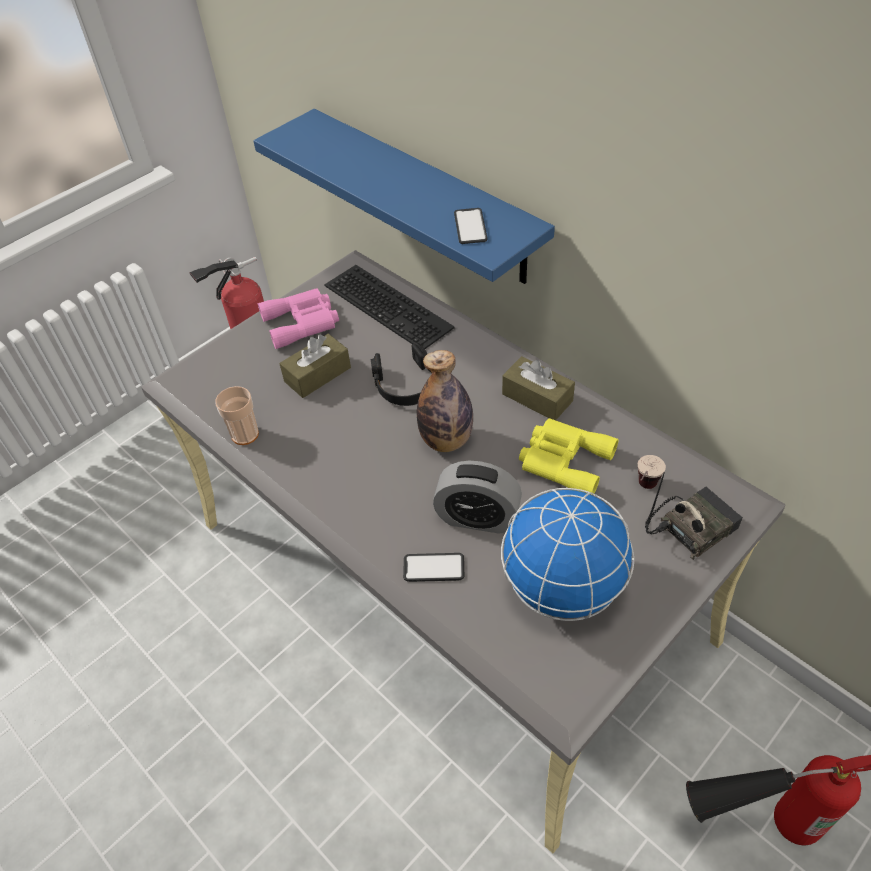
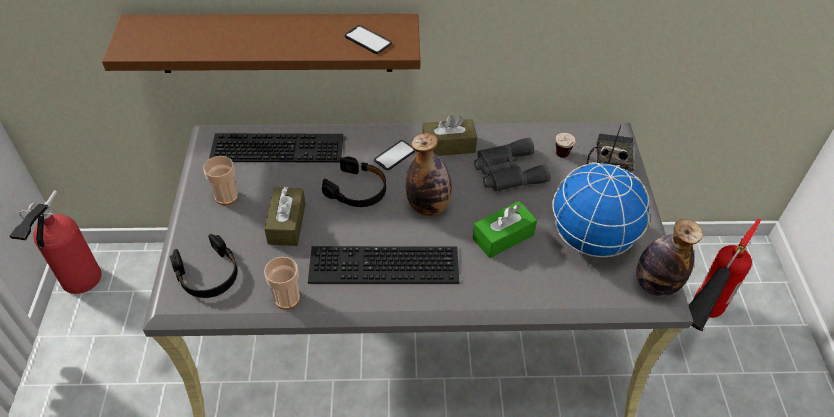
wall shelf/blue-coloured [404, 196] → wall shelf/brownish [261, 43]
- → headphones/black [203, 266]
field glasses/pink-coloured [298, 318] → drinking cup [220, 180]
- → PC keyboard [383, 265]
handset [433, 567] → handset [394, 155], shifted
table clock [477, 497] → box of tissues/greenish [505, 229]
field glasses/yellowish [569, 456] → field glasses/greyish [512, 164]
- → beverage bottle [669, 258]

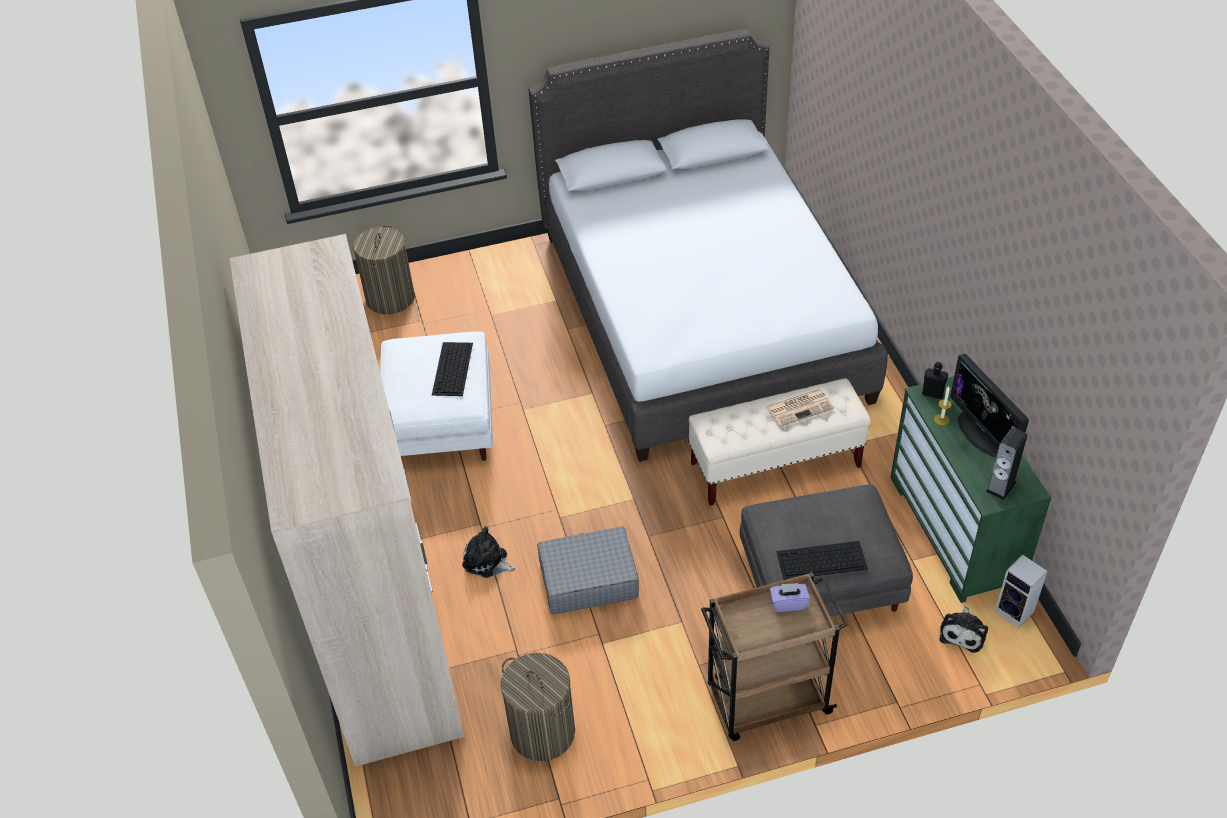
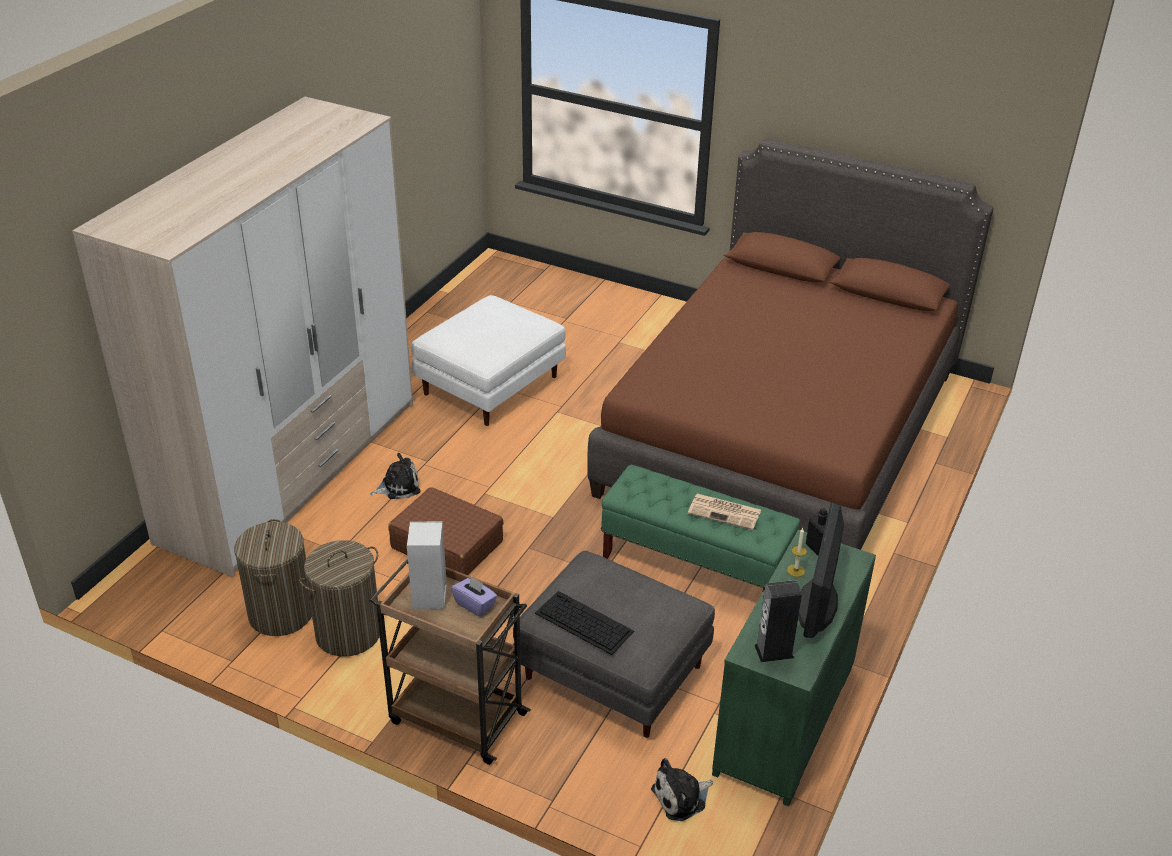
hamper [384, 269] → hamper [339, 598], shifted
soft toy [488, 552] → soft toy [395, 476], 90 degrees clockwise
piece of luggage/greyish [588, 570] → piece of luggage/brownish [446, 531]
speaker [1021, 591] → speaker [427, 565], shifted
bedroom bed/whitish [708, 245] → bedroom bed/brownish [790, 344]
indoor bench/beige-coloured [779, 441] → indoor bench/greenish [700, 529]
PC keyboard [452, 369] → -

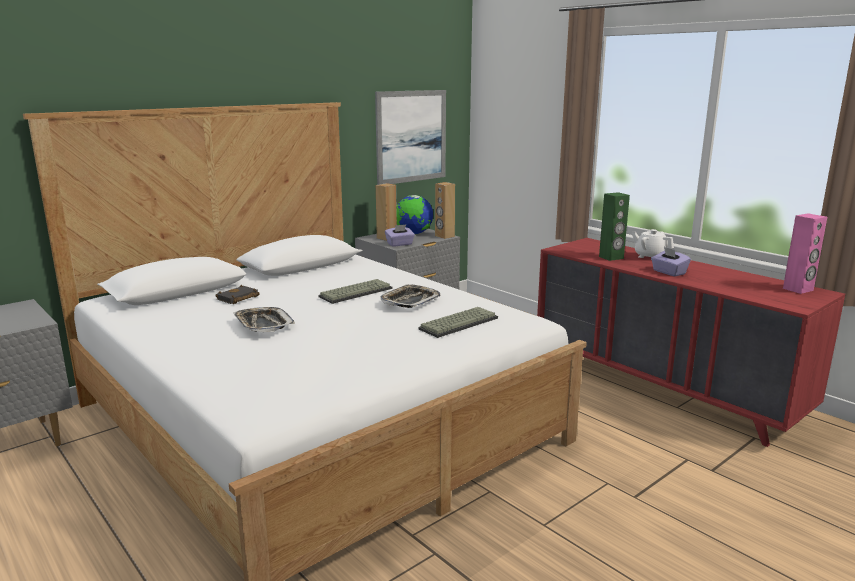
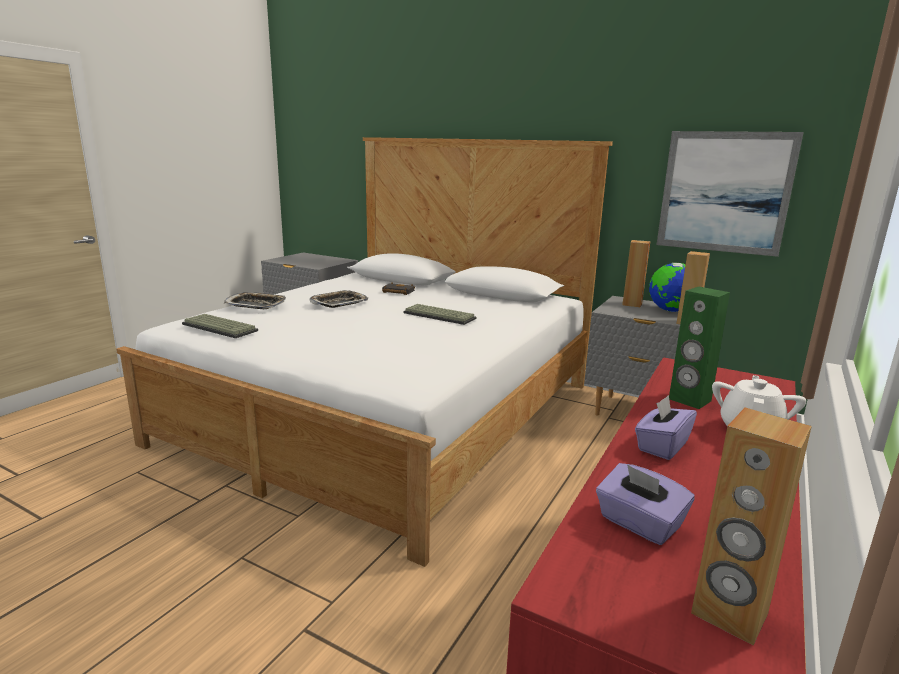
PC keyboard [458, 322] → PC keyboard [220, 326], shifted
carrying tray [410, 296] → carrying tray [255, 300], shifted
box of tissues/purplish [400, 235] → box of tissues/purplish [645, 504], shifted
speaker/pink-coloured [805, 253] → speaker/brownish [751, 526]

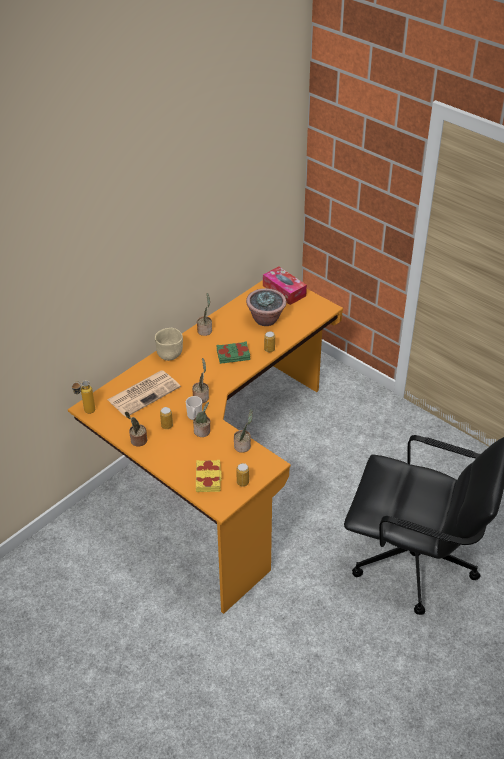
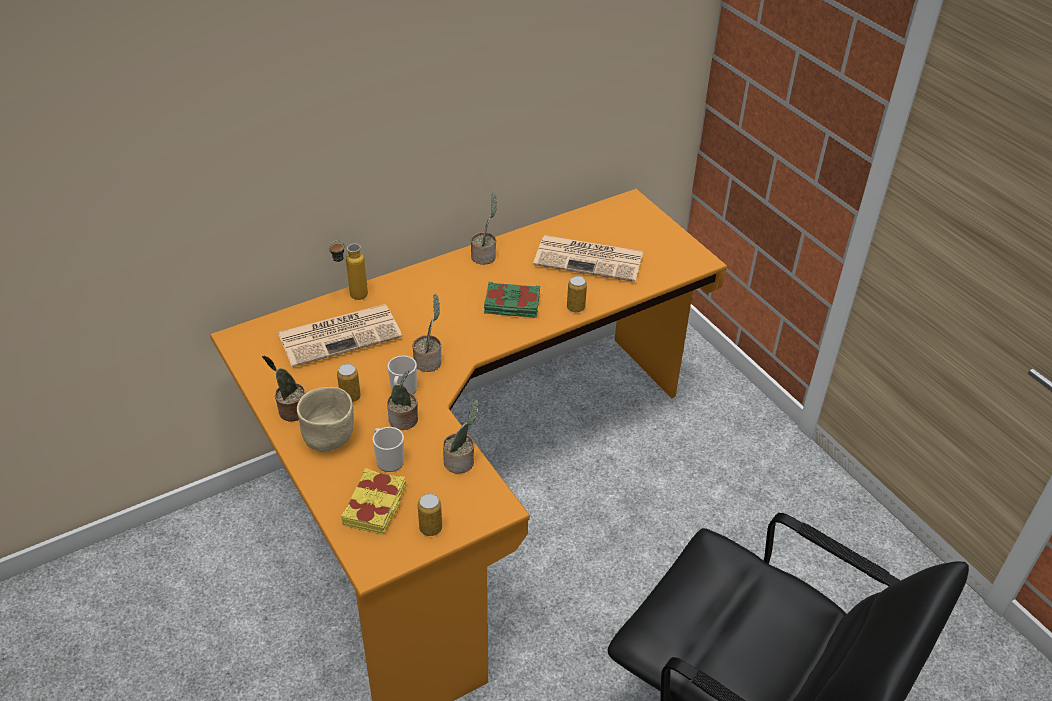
serving bowl/beige-coloured [169, 344] → serving bowl/beige-coloured [325, 419], shifted
beverage bottle [83, 397] → beverage bottle [348, 270], shifted
- → mug [388, 449]
houseplant [266, 307] → printed paper [588, 258]
box of tissues [285, 285] → -

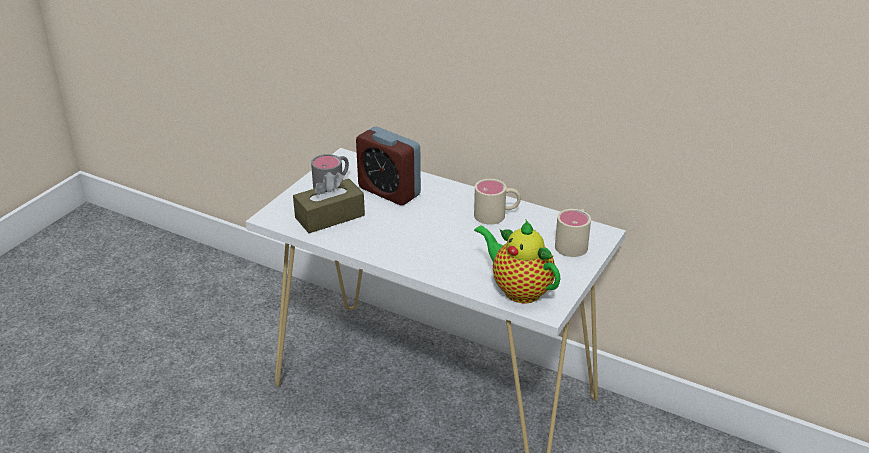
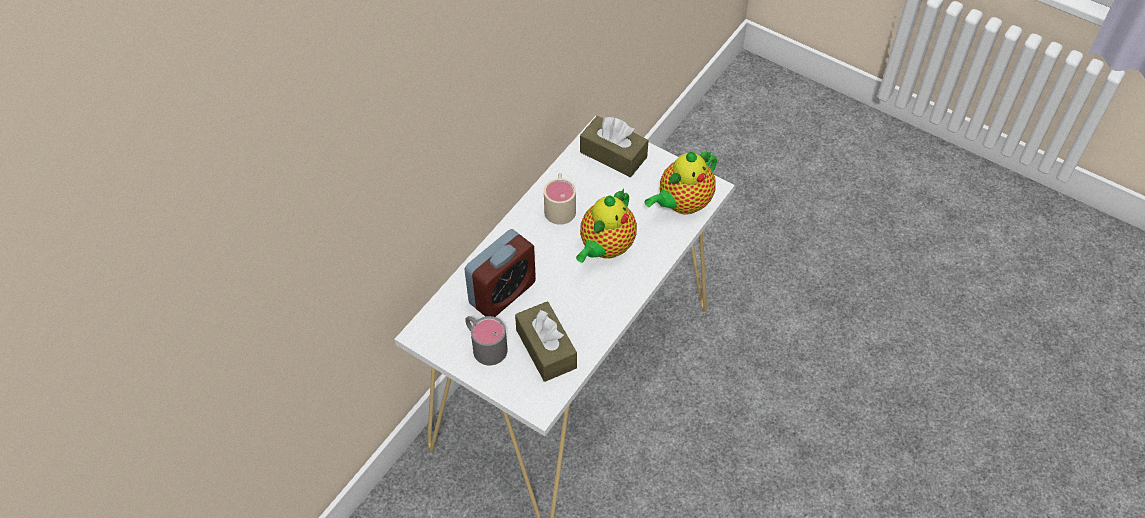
- → teapot [606, 226]
mug/beige-coloured [573, 233] → box of tissues/brownish [614, 146]

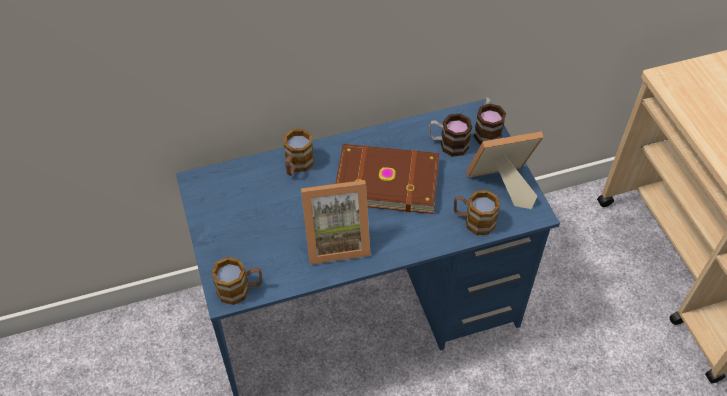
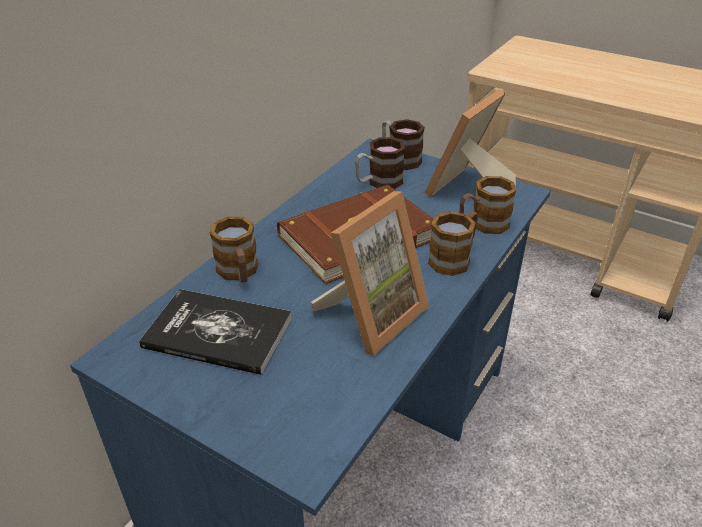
- → volume [215, 332]
mug [236, 281] → mug [453, 243], shifted

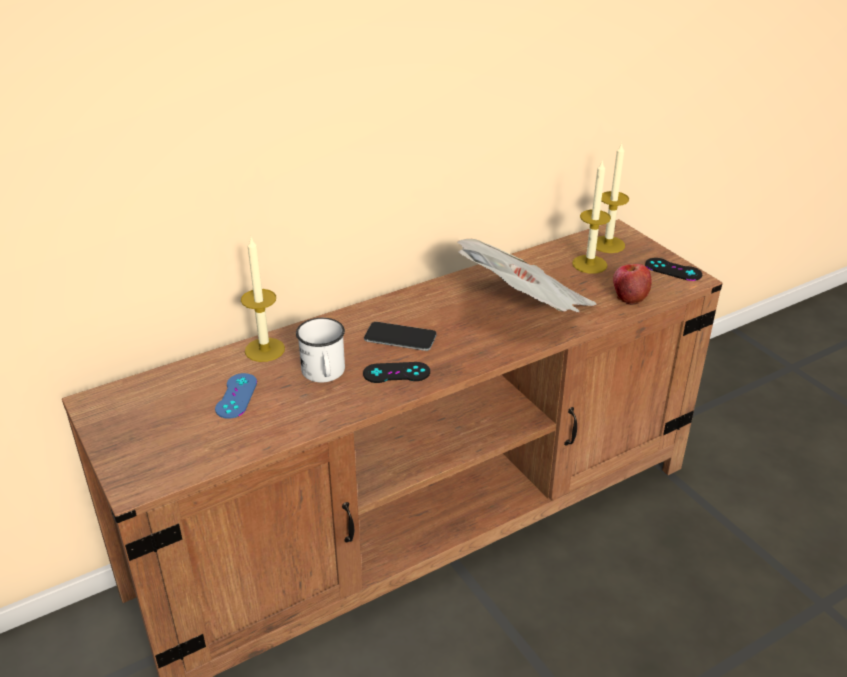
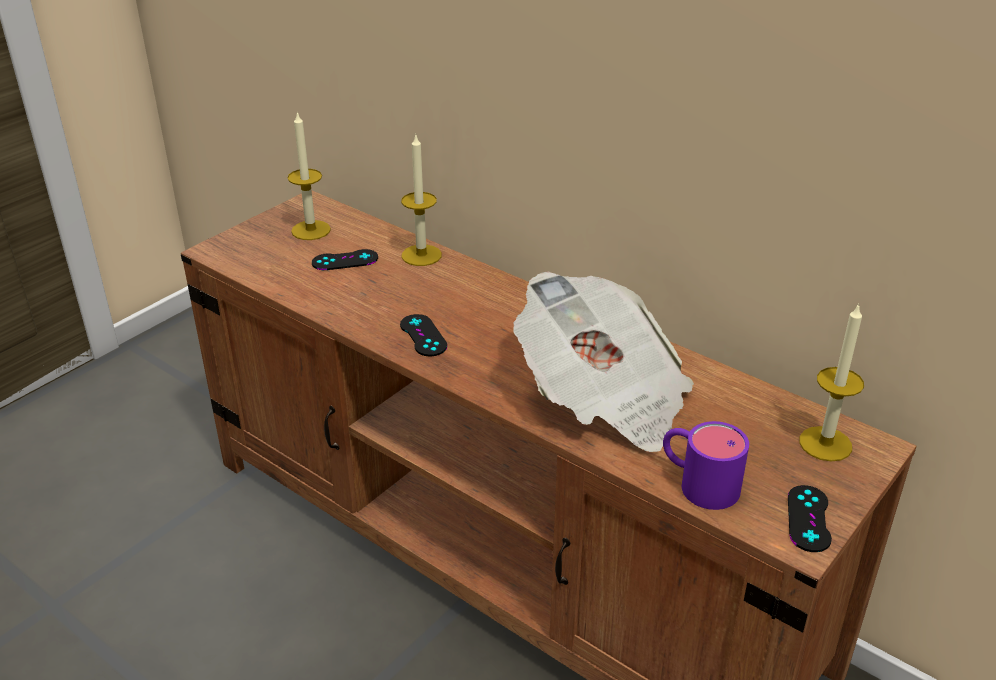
wax candle [591, 216] → wax candle [309, 175], shifted
gamepad/blue-coloured [236, 396] → gamepad/black [345, 259]
apple [632, 284] → mug/purplish [706, 465]
mug/whitish [320, 350] → -
handset [400, 336] → -

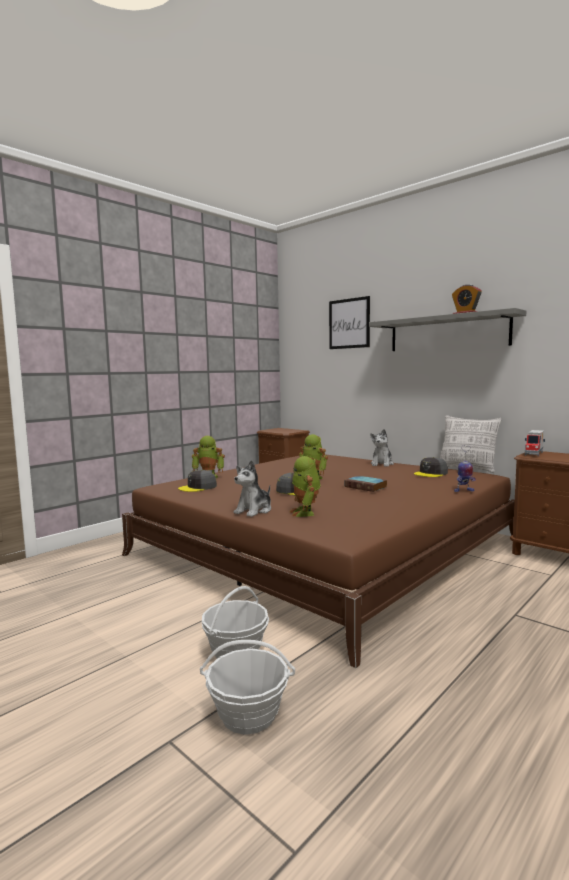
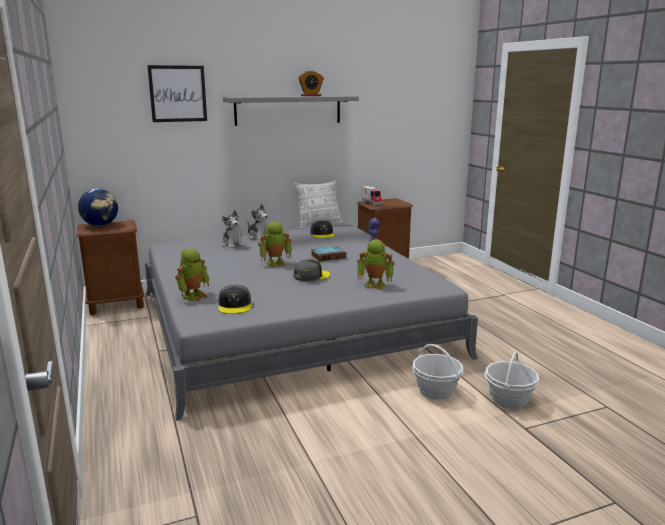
- → world globe [98, 207]
bedroom bed/brownish [318, 561] → bedroom bed/greyish [311, 322]
soft toy [252, 488] → soft toy [233, 229], shifted

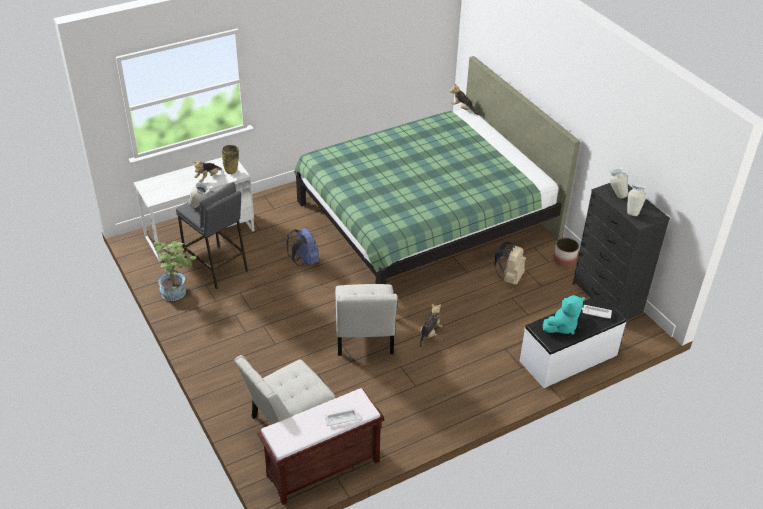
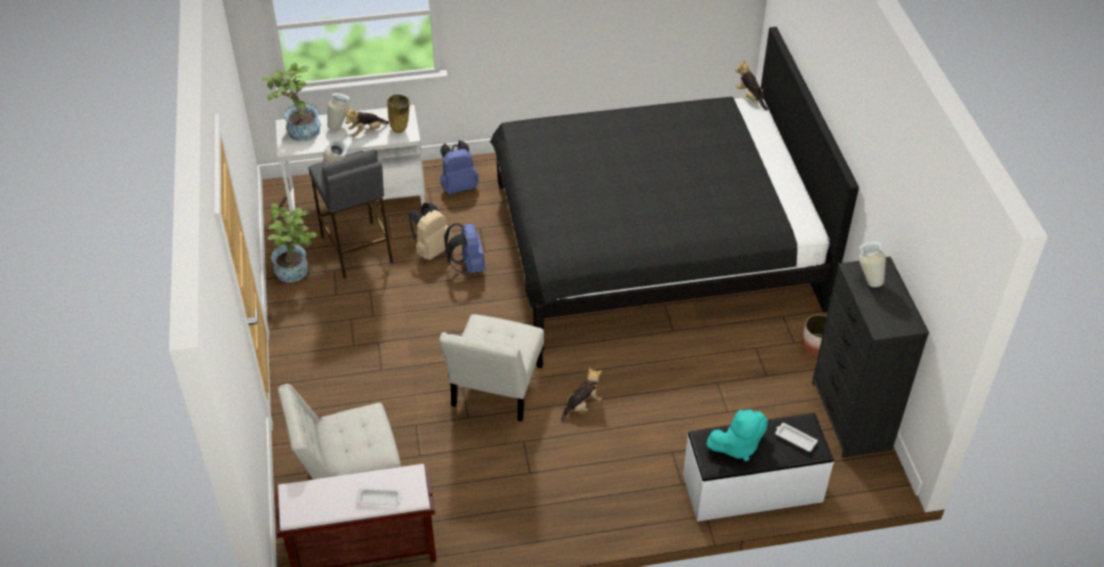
- → houseplant [291, 102]
flower vase [637, 200] → flower vase [339, 112], shifted
backpack/beige-coloured [510, 263] → backpack/beige-coloured [431, 231], shifted
- → backpack/blue-coloured [459, 167]
bedroom bed/greenish [437, 170] → bedroom bed/black [674, 188]

